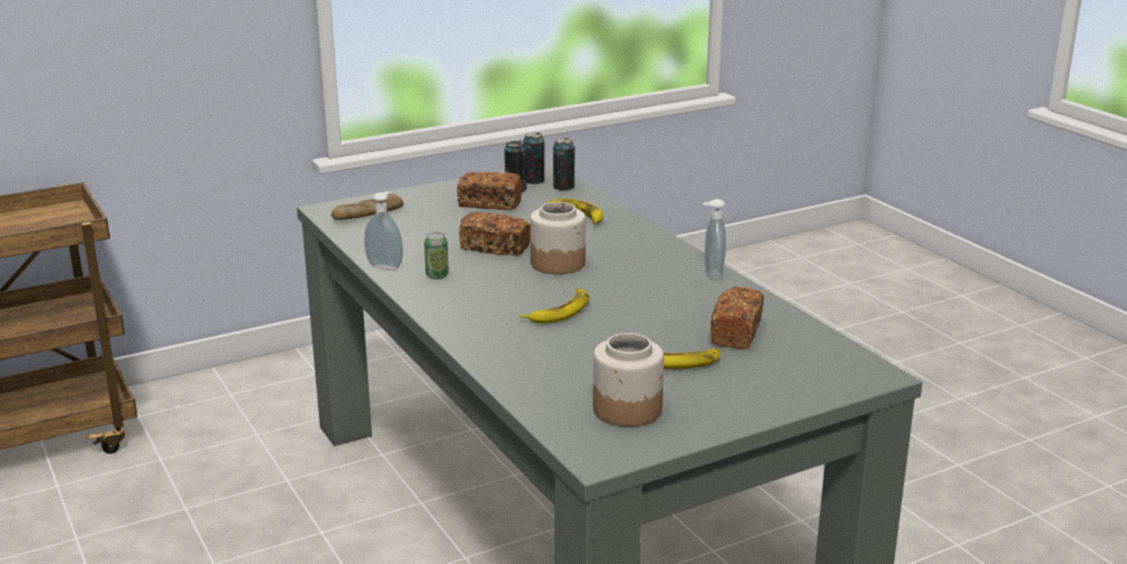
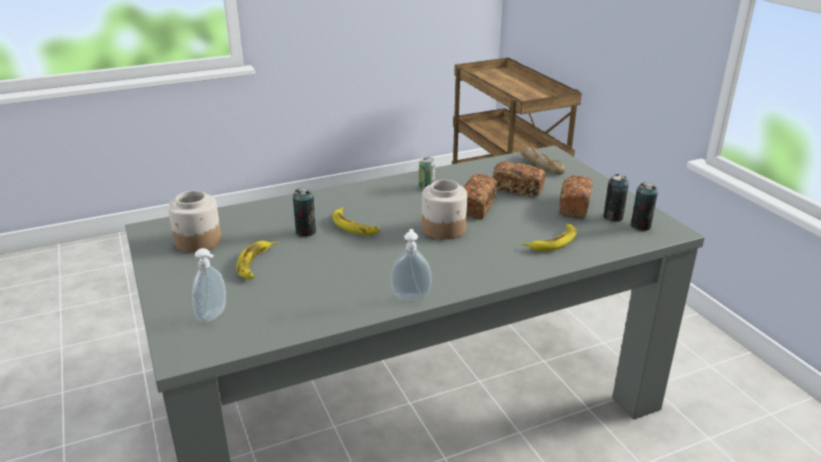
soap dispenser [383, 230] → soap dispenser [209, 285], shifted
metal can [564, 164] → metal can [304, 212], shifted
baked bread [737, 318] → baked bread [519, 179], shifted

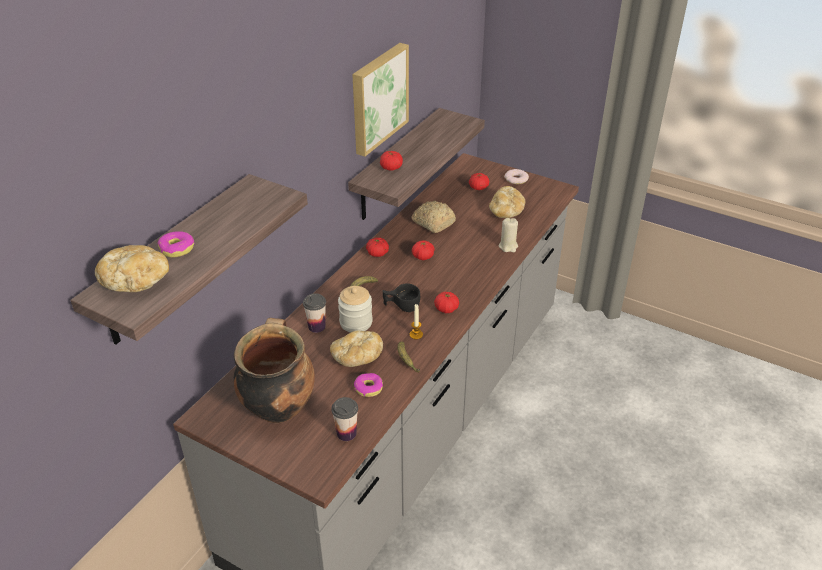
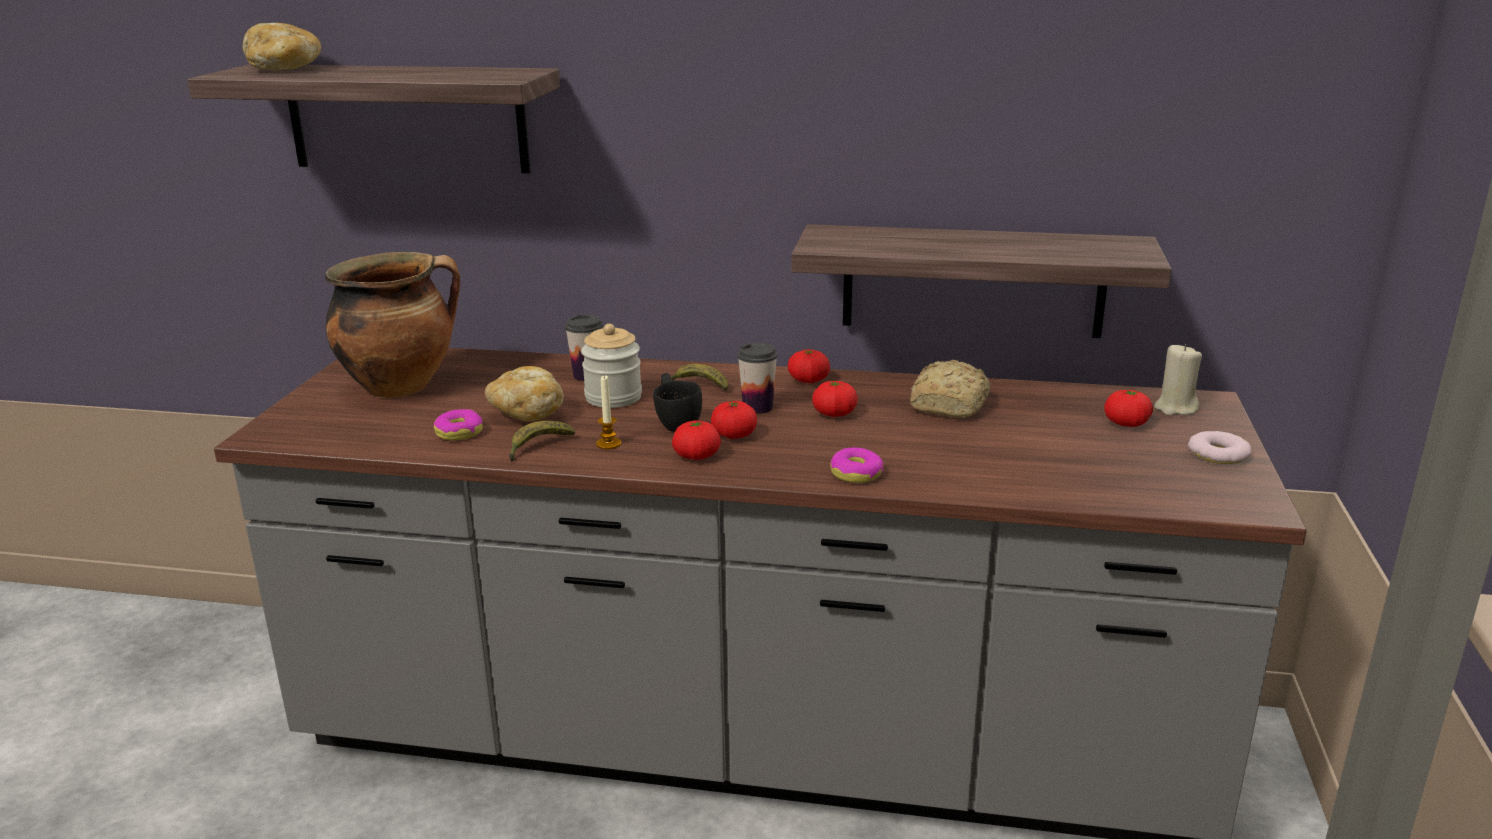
whole tomato [391, 161] → whole tomato [734, 420], shifted
drinking cup [344, 419] → drinking cup [757, 378], shifted
doughnut [176, 244] → doughnut [857, 465], shifted
wax candle/beige-coloured [508, 235] → wax candle/beige-coloured [1178, 379], shifted
picture [380, 100] → -
baked bread [507, 202] → -

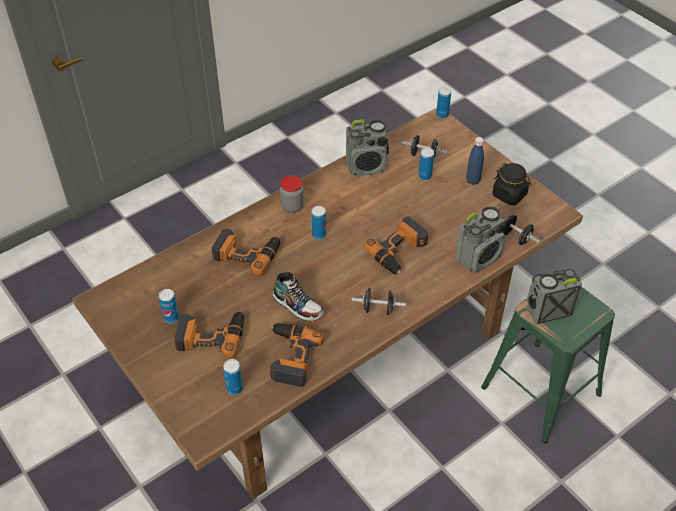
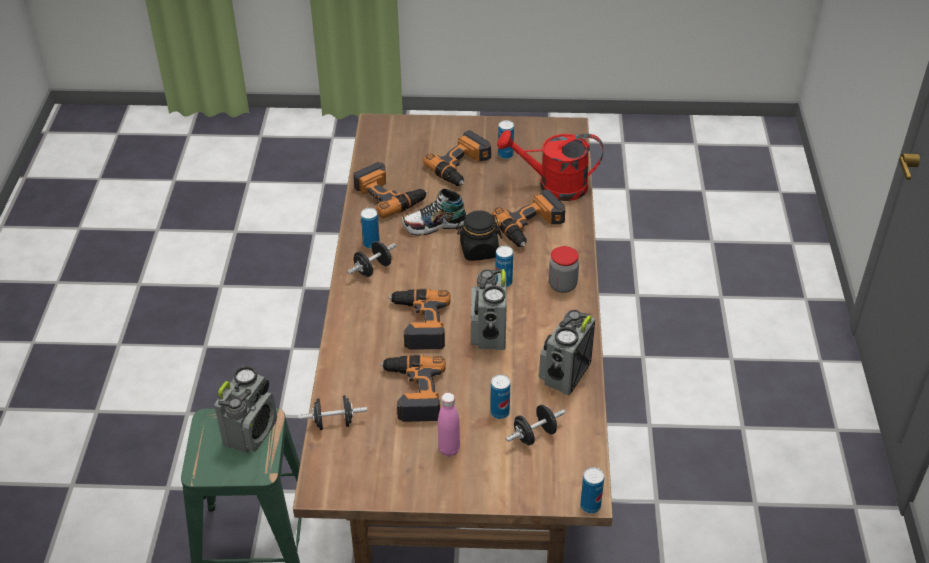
metal can [233, 377] → metal can [370, 228], shifted
- → drill [413, 388]
beverage bottle/blue-coloured [475, 161] → beverage bottle/pink-coloured [449, 425]
jar/black [511, 184] → jar/black [479, 235], shifted
radio set [480, 239] → radio set [489, 309], shifted
- → sprinkling can/red-coloured [550, 165]

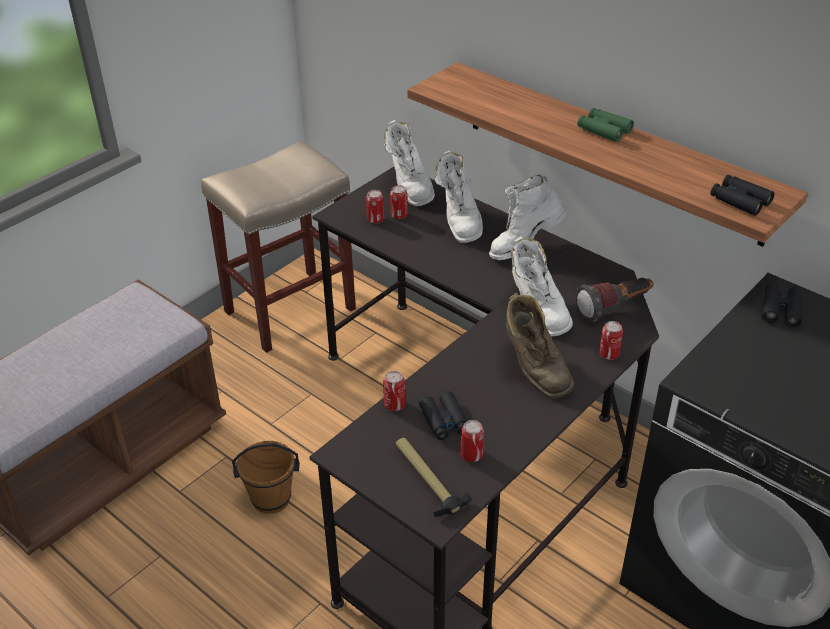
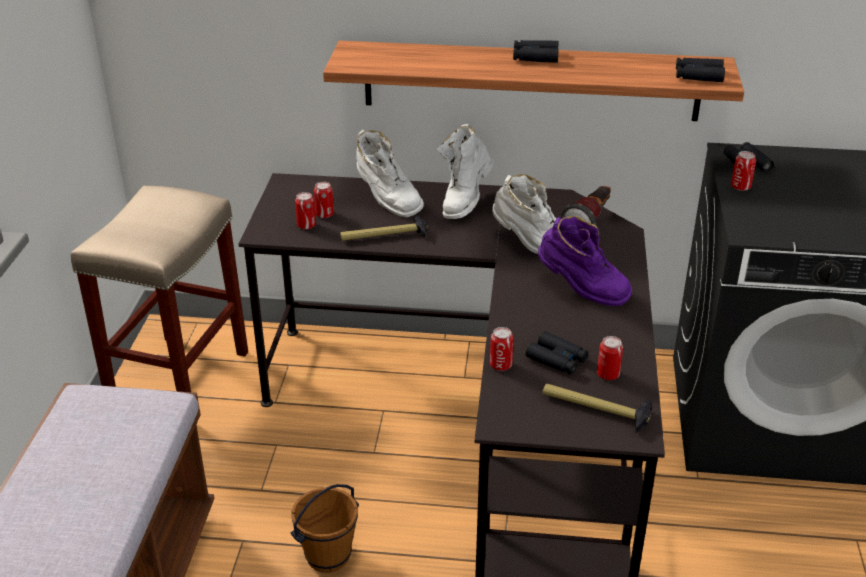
- → tool hammer [384, 228]
field glasses/greenish [605, 125] → field glasses/black [536, 51]
boot/brownish [540, 346] → boot/purplish [585, 261]
metal can [611, 340] → metal can [743, 171], shifted
boot/whitish [409, 163] → -

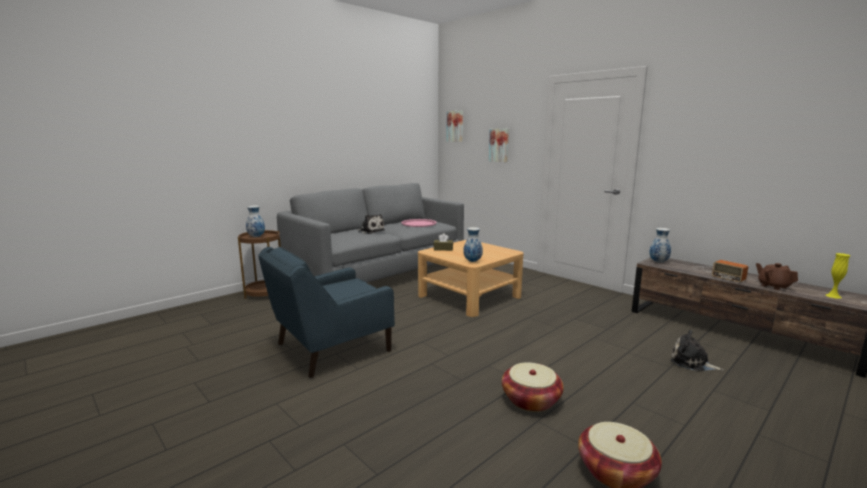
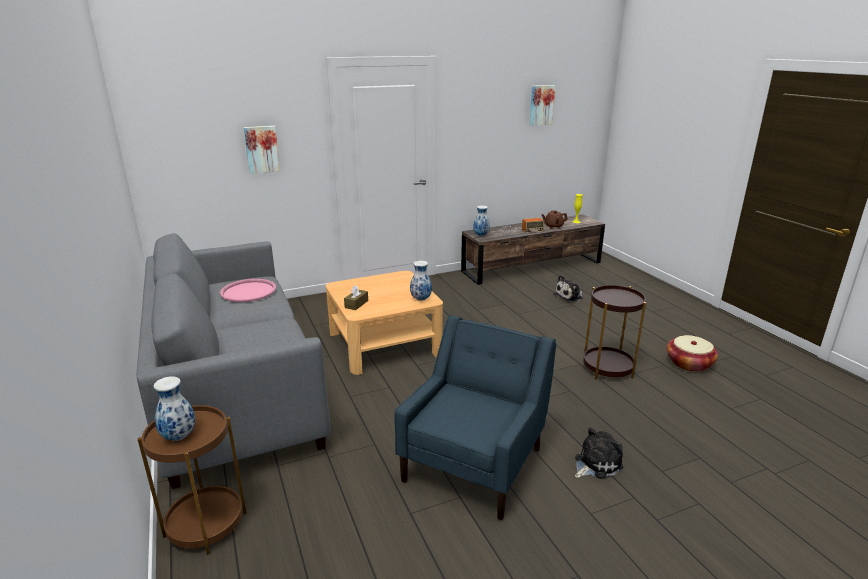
armchair/blue-coloured [326, 312] → armchair/blue-coloured [475, 417], 135 degrees counterclockwise
picture [455, 126] → picture [542, 105], shifted
soft toy [371, 224] → soft toy [599, 453], shifted
basket [533, 387] → side table/brownish [614, 332]

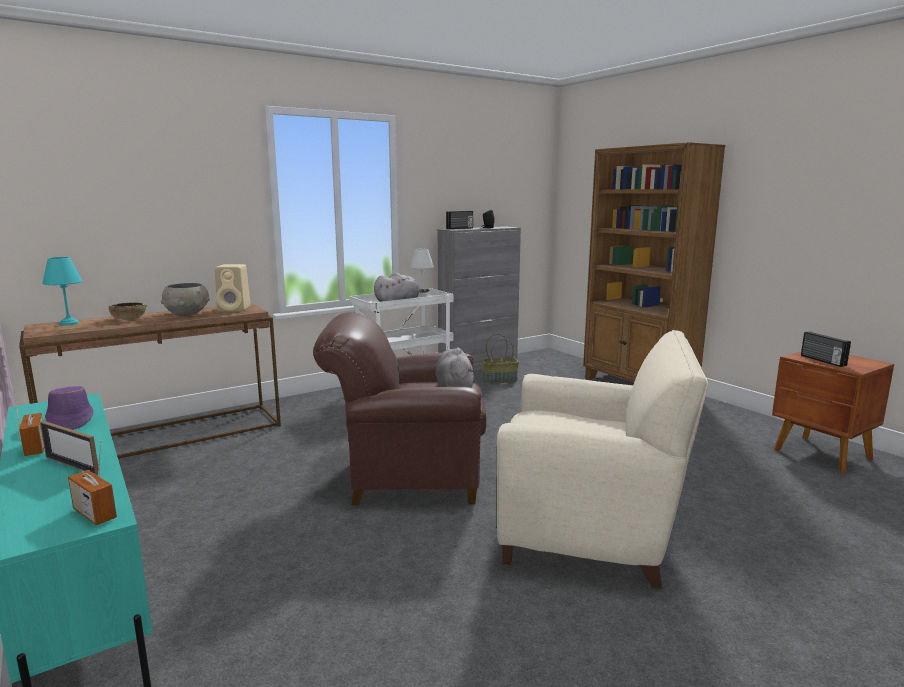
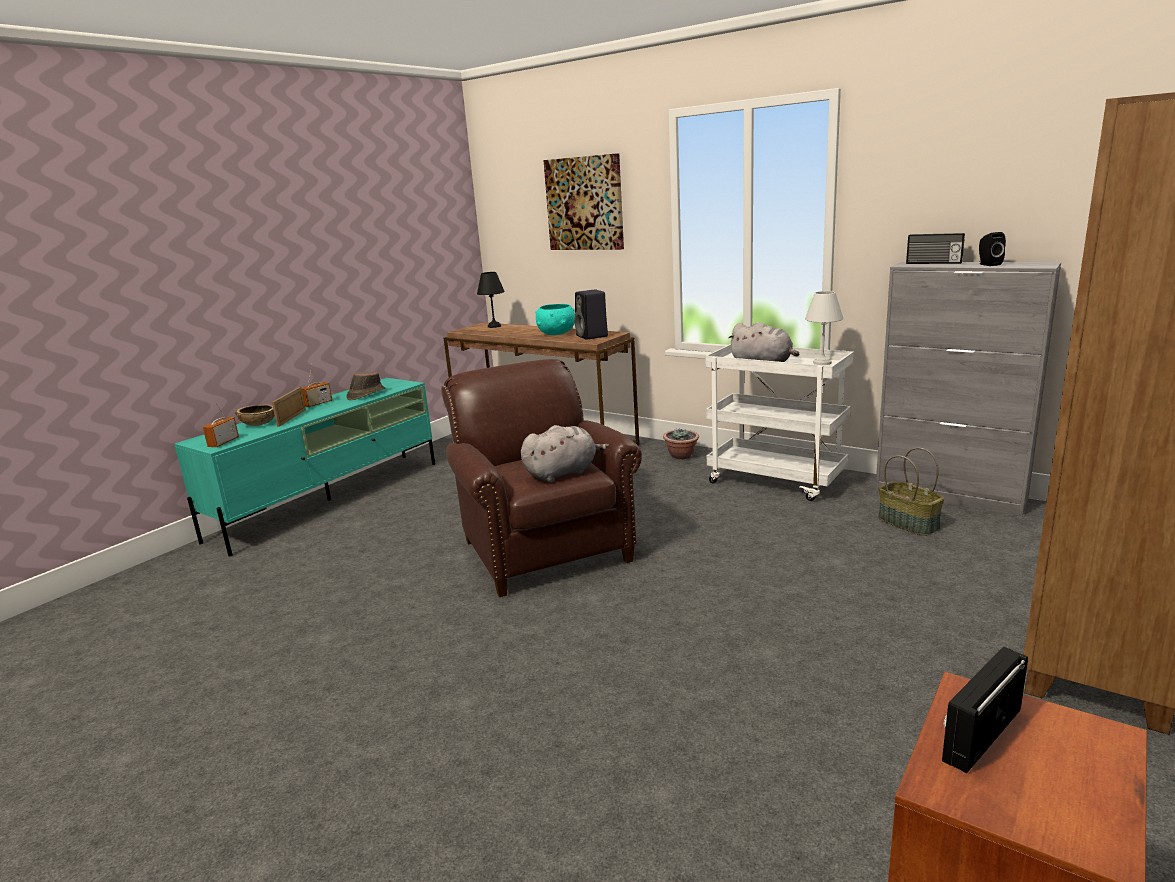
serving bowl/brownish [128, 311] → serving bowl/brownish [255, 415], shifted
hat/purplish [69, 408] → hat/brownish [366, 385]
lamp for a table/turquoise [62, 291] → lamp for a table/black [491, 300]
serving bowl/greyish [185, 299] → serving bowl/turquoise [555, 319]
- → picture [583, 201]
speaker/beige-coloured [233, 288] → speaker/black [591, 315]
- → houseplant [681, 444]
armchair/beige-coloured [602, 459] → -

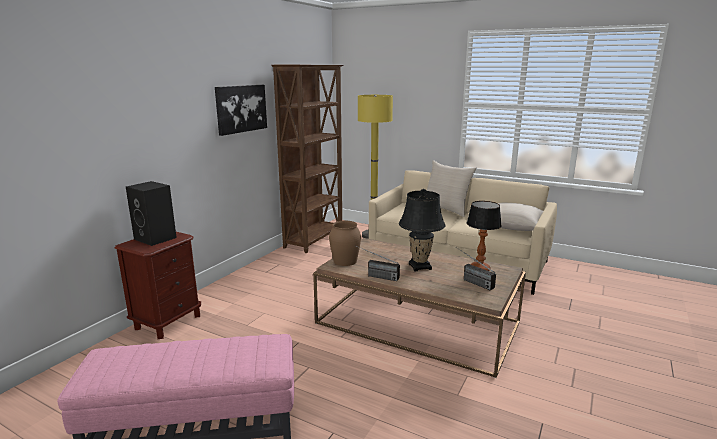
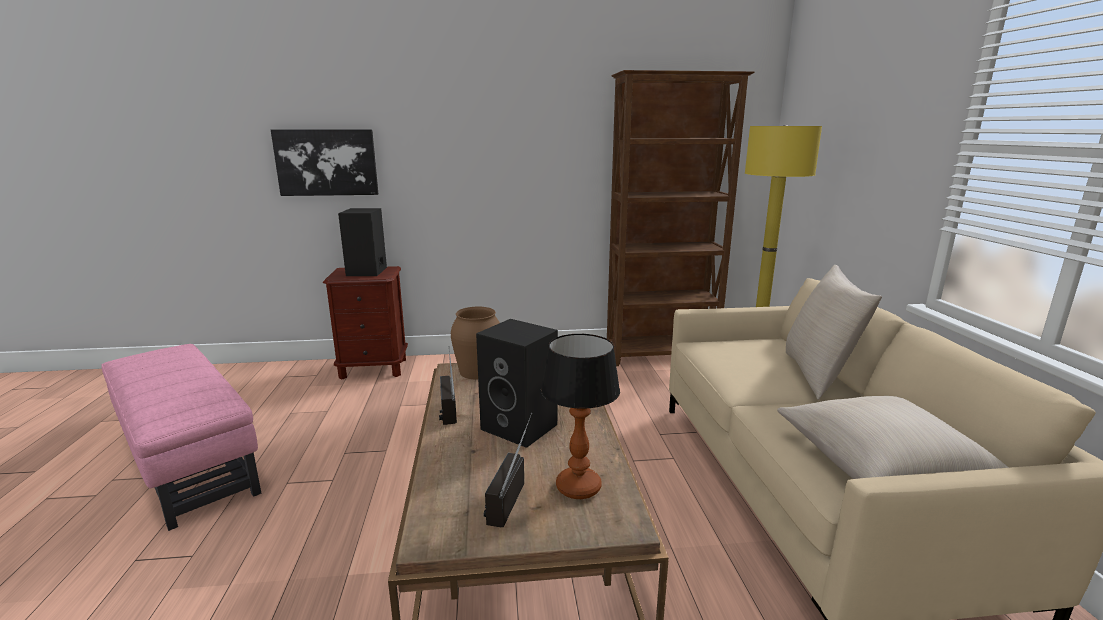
picture [241, 110] → picture [324, 162], shifted
lamp for a table/black [422, 230] → speaker/black [517, 383]

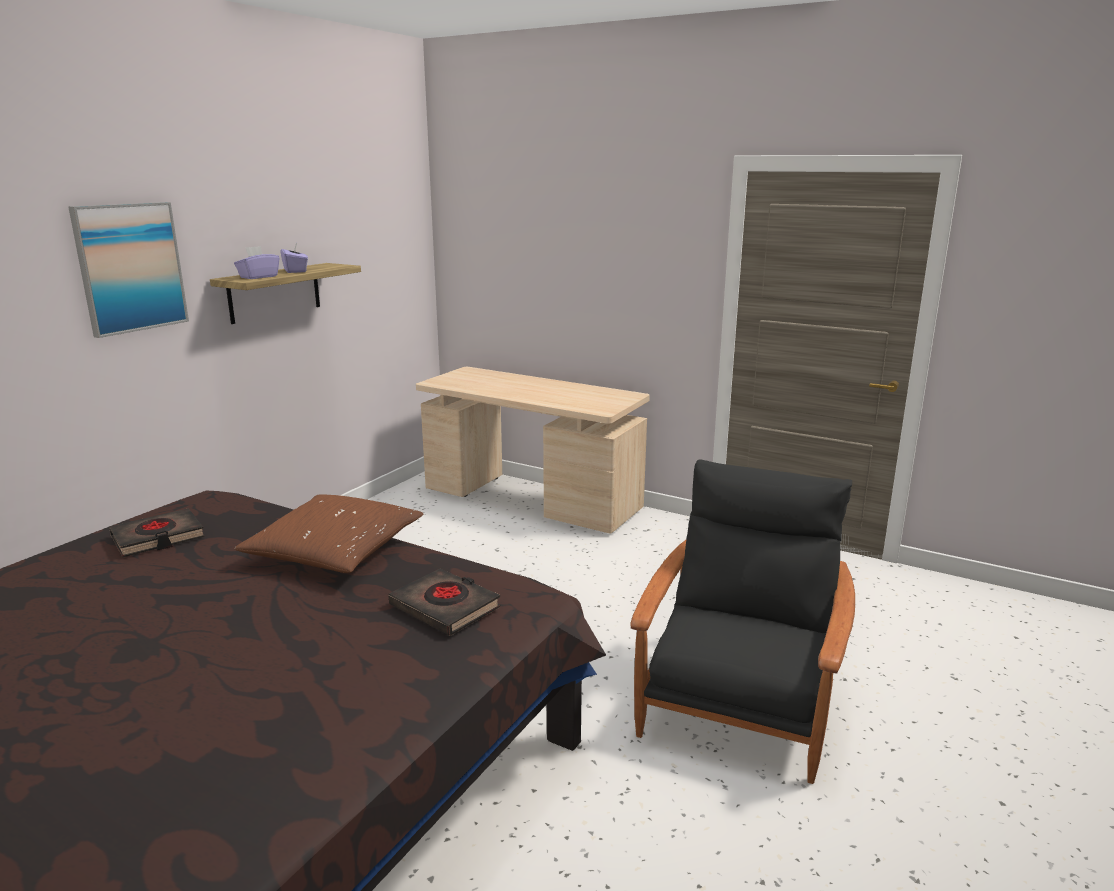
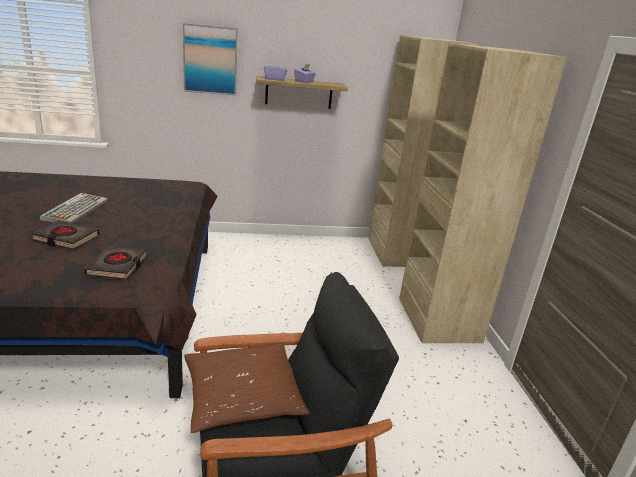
volume/black [157, 532] → volume/black [65, 234], shifted
- → PC keyboard [74, 208]
cushion/brownish [328, 534] → cushion/brownish [247, 387], shifted
desk unit/beige-coloured [533, 450] → wardrobe/beige-coloured [468, 189]

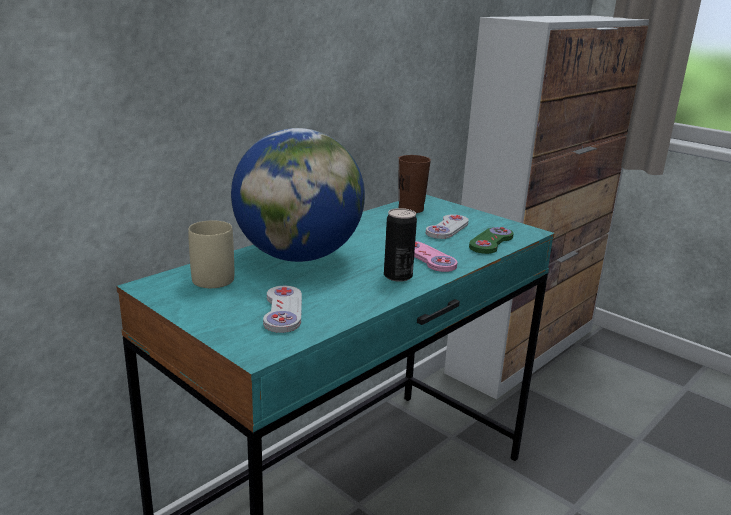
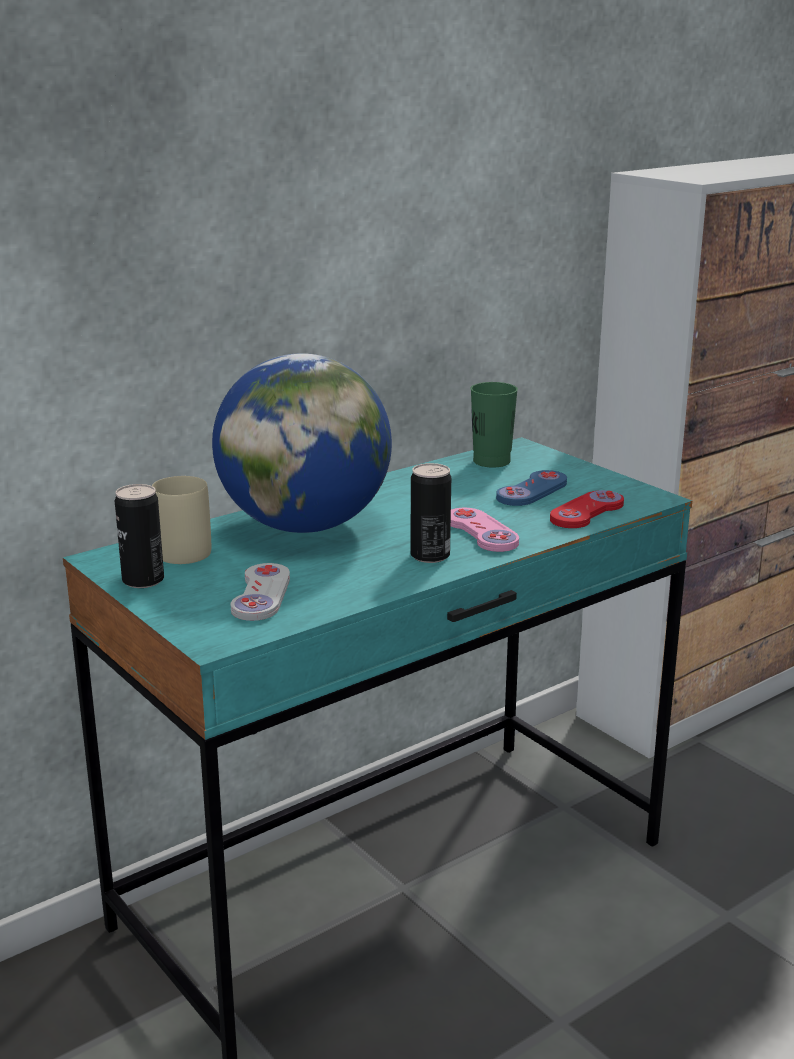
- → metal can [139, 536]
drinking cup/brownish [414, 184] → drinking cup/greenish [494, 425]
gamepad/whitish [447, 226] → gamepad/blue-coloured [531, 488]
gamepad/greenish [491, 240] → gamepad/red-coloured [587, 509]

